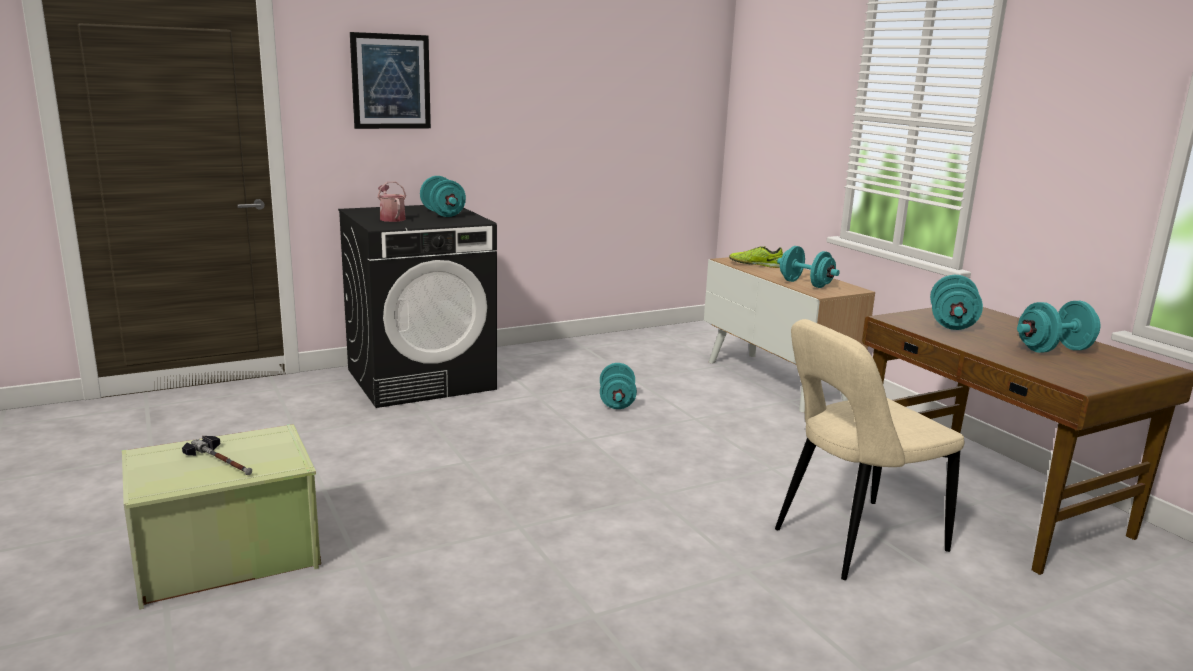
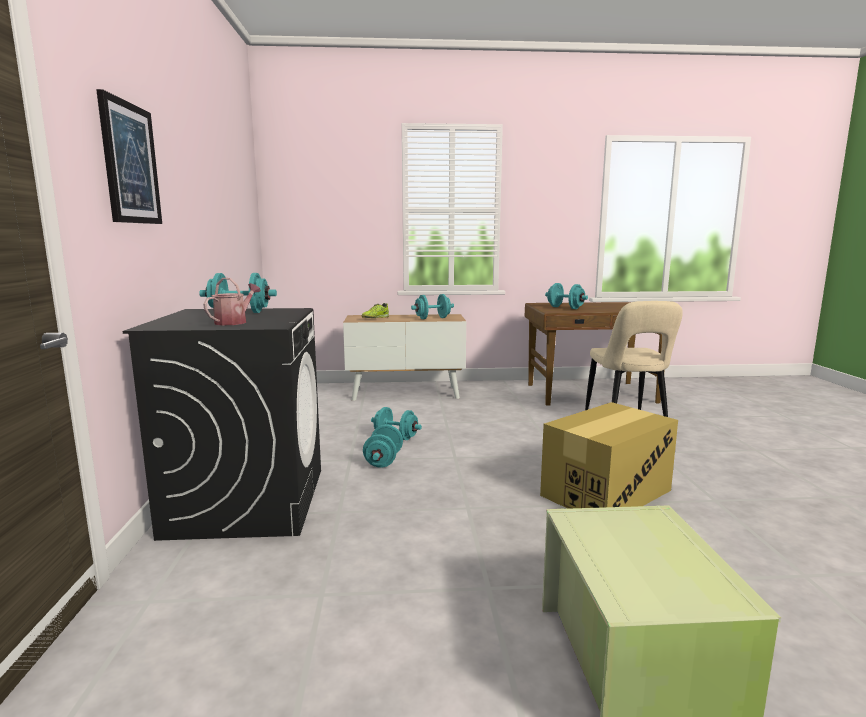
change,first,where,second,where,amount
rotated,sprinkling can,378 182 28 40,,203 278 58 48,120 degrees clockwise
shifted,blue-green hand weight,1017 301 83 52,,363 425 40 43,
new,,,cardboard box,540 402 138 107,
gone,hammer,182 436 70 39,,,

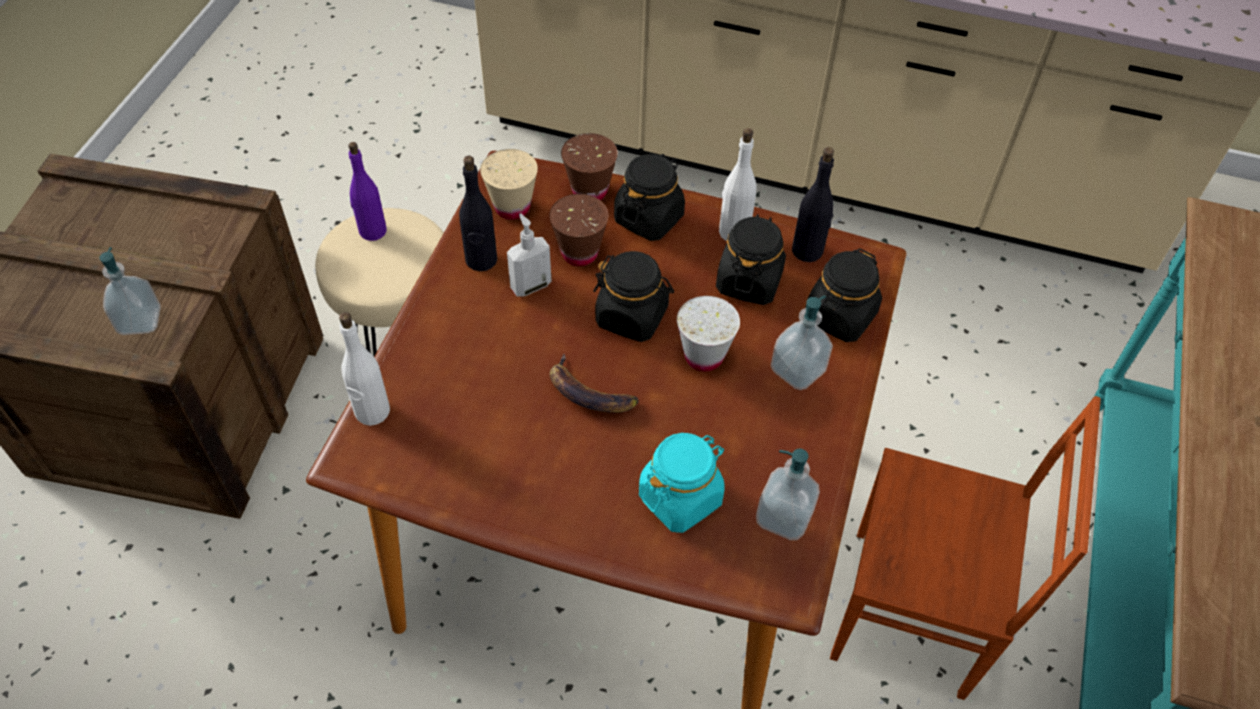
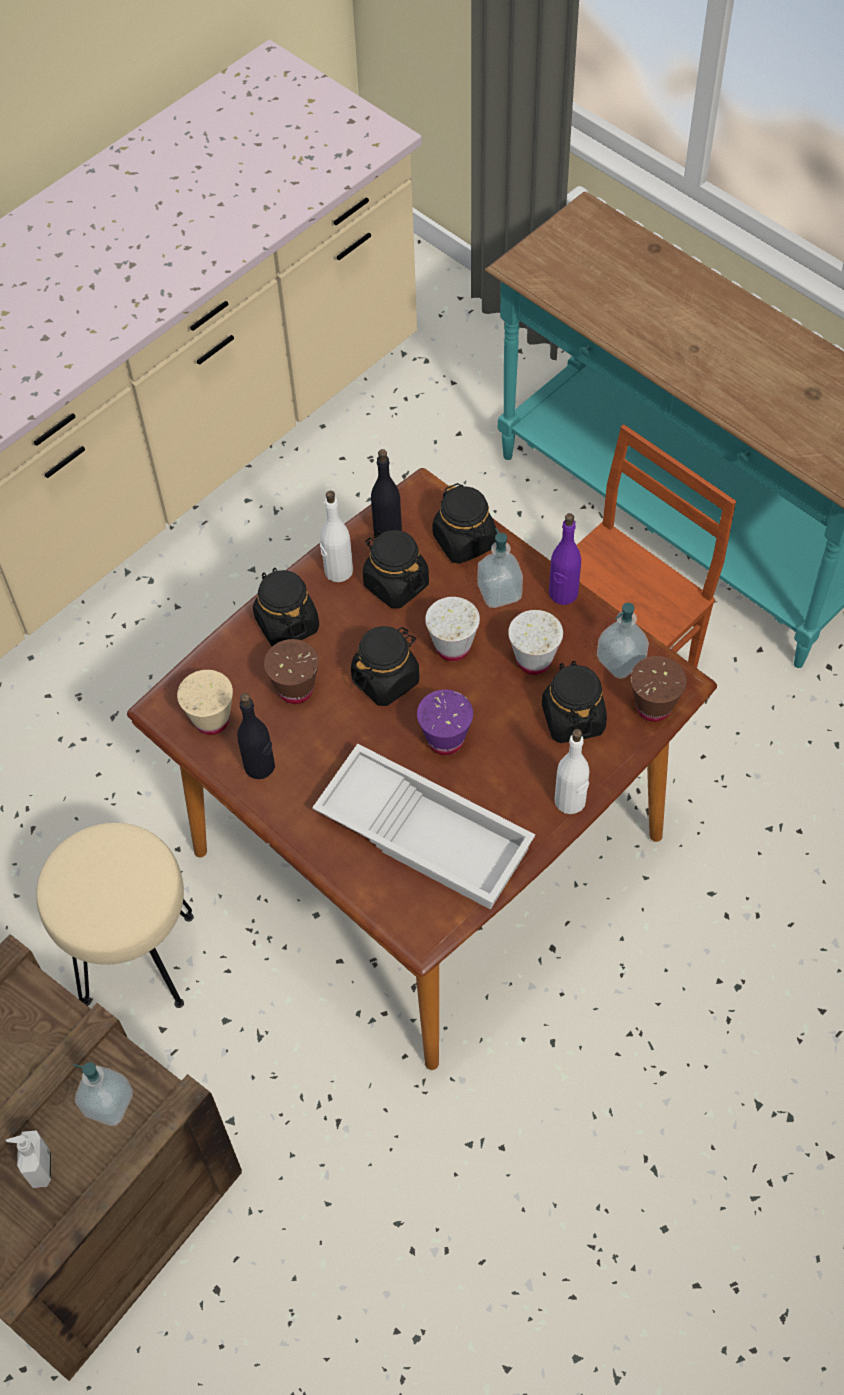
change,first,where,second,where,amount
shifted,liquid soap bottle,507 213 44 84,,6 1130 46 58,
new,,,white carrying tray,312 744 223 166,
swapped,banana,550 354 89 59,purple-coloured drinking cup,417 690 56 65,
new,,,white drinking cup,508 610 55 65,
repainted,blue-green jar,639 433 86 100,black-coloured jar,542 661 65 82,
shifted,purple-coloured bottle,348 142 38 99,,549 513 32 92,
shifted,white bottle,339 312 51 114,,554 729 35 85,
shifted,brown drinking cup,561 133 57 67,,631 656 56 66,

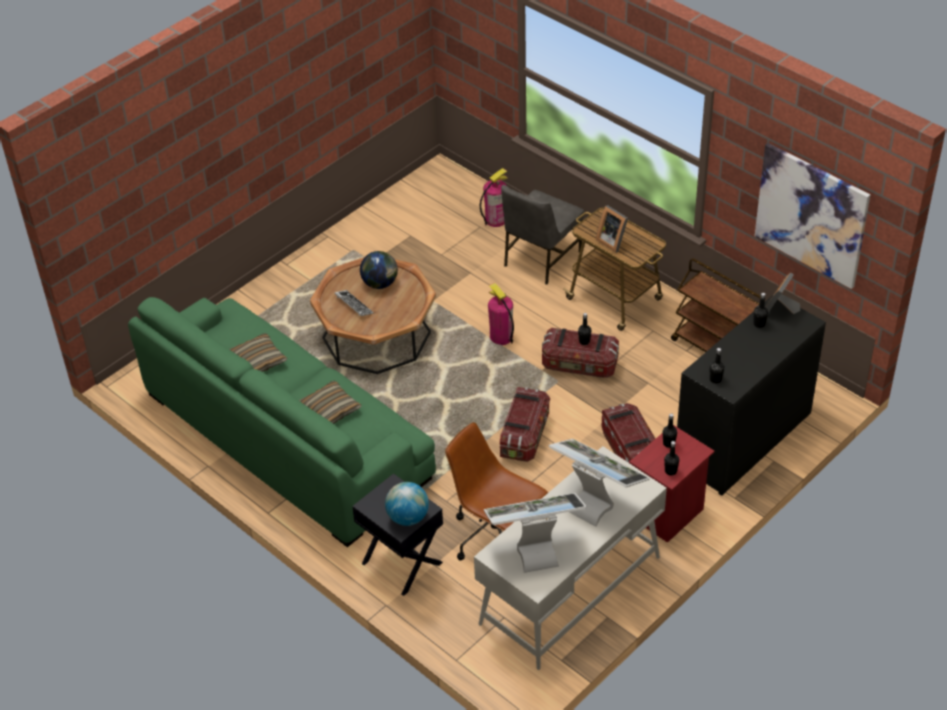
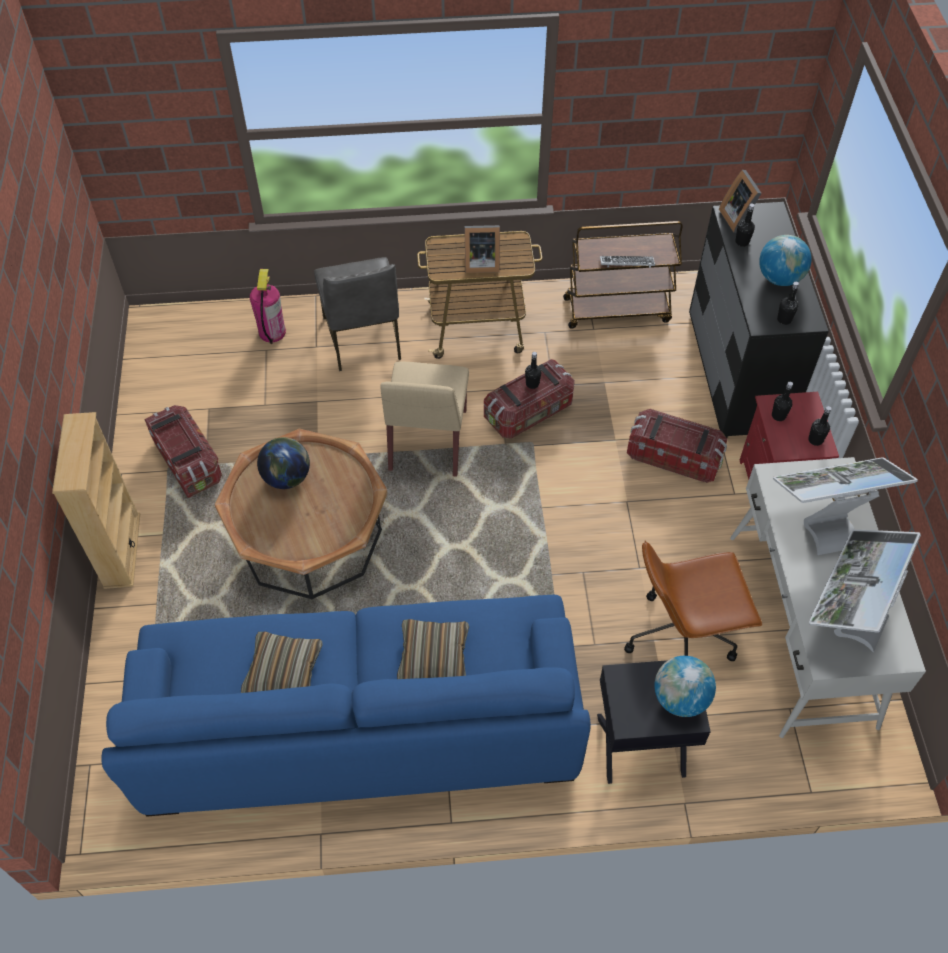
change,first,where,second,where,amount
new,,,beige shelving unit,52 412 88 177,
repainted,green settee,128 297 308 250,blue settee,102 595 489 222,
shifted,storage bin,500 387 50 75,,145 405 77 93,
swapped,fire-fighting cylinder,488 283 26 62,beige chair,380 361 89 116,
shifted,PC keyboard,334 290 40 26,,600 256 55 12,
new,,,desk globe,759 235 53 51,
gone,wall picture,755 143 115 146,,,

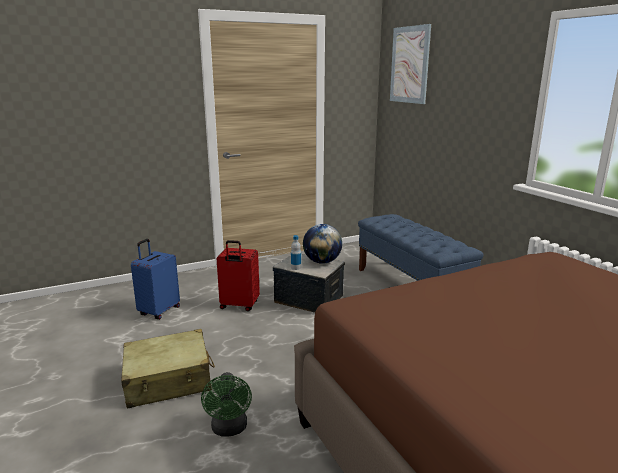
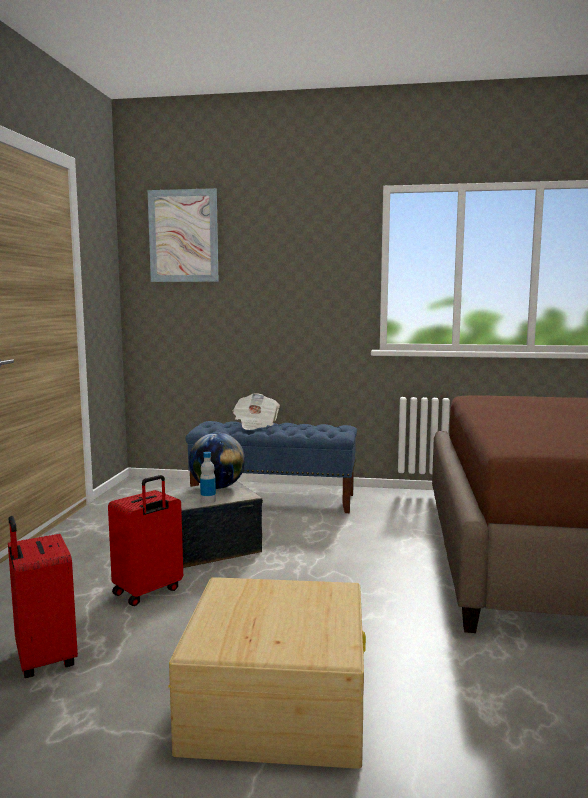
change,first,where,second,where,amount
repainted,blue suitcase,131 239 49 80,red-coloured suitcase,8 516 70 162,
swapped,beige suitcase,121 329 94 80,beige storage bin,168 577 198 192,
new,,,newspaper,233 393 47 37,
gone,green cooling fan,201 372 51 65,,,

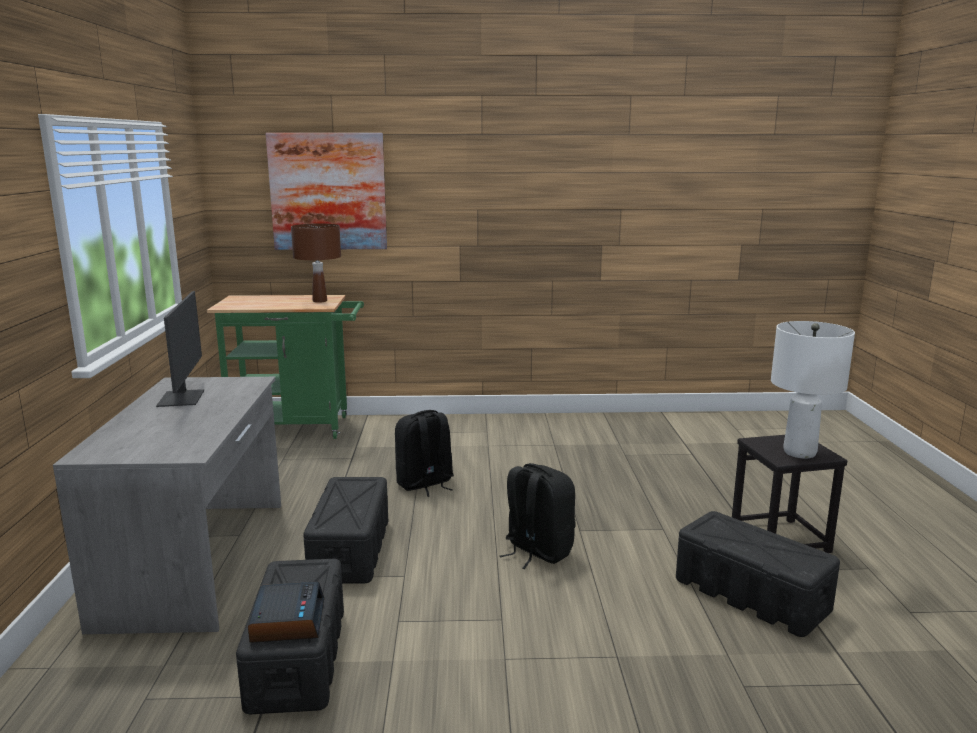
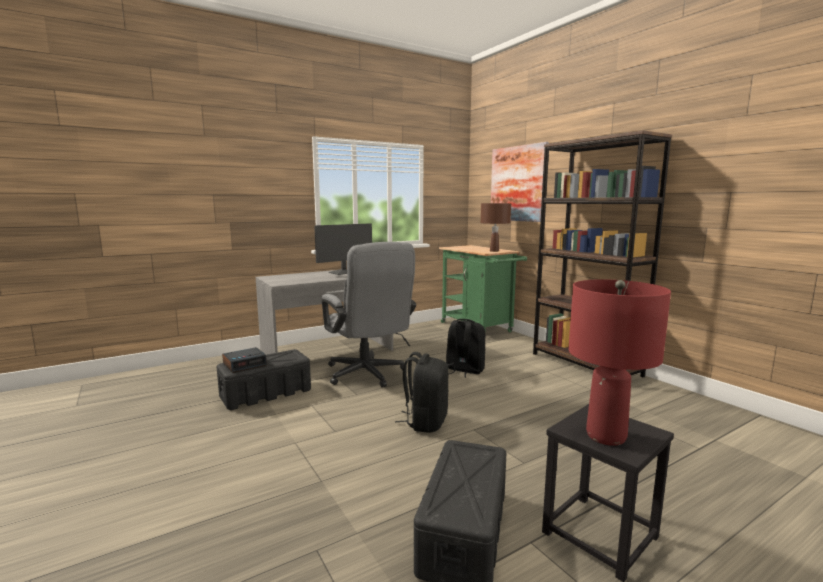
change,first,where,second,where,amount
swapped,black-coloured storage bin,303 477 85 106,grey office chair,322 242 94 146,
new,,,brown shelving unit,533 130 139 247,
repainted,white tabletop lamp,771 321 84 137,red-coloured tabletop lamp,568 279 103 167,

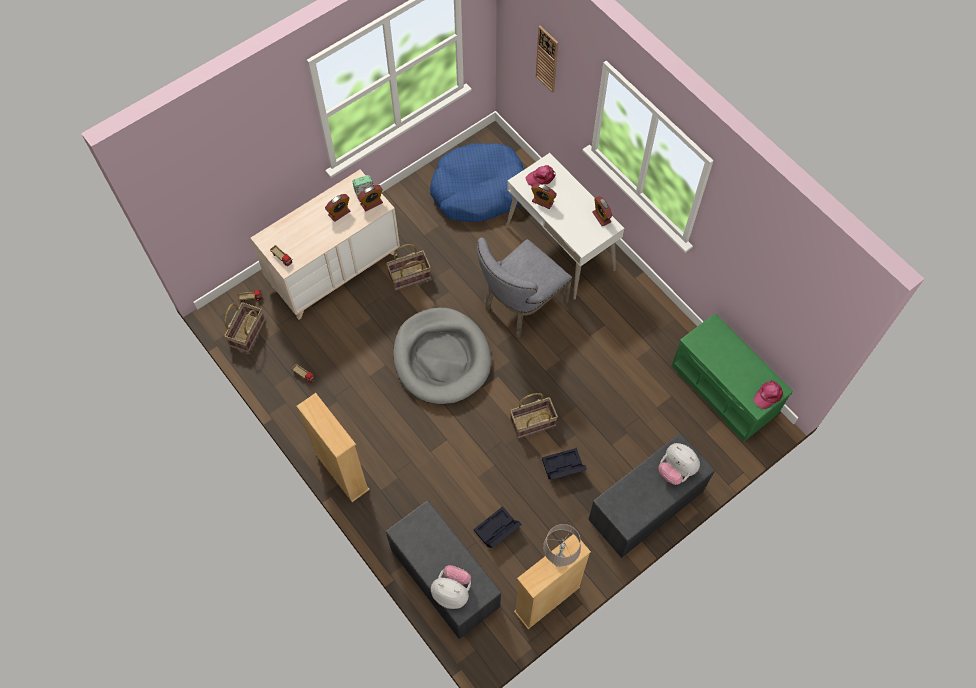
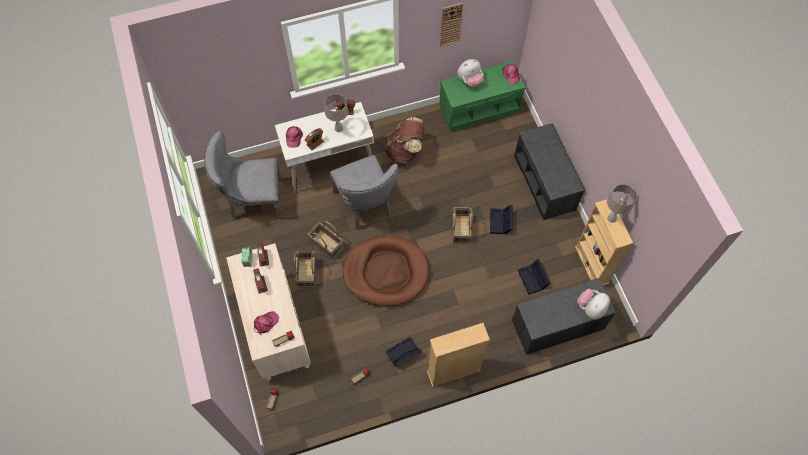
change,first,where,second,where,amount
swapped,blue pet bed,430 143 94 79,grey chair,204 131 79 89,
new,,,pink peaked cap,254 311 25 24,
shifted,household basket,224 302 41 51,,308 221 36 38,
new,,,beige tabletop lamp,325 94 24 38,
repainted,grey pet bed,393 308 98 96,brown pet bed,343 236 86 71,
new,,,brown knapsack,384 117 40 47,
new,,,black-coloured storage bin,386 336 36 31,
shifted,clock on the wall,536 26 22 67,,440 2 23 45,
shifted,plush toy,659 443 41 42,,457 59 27 28,

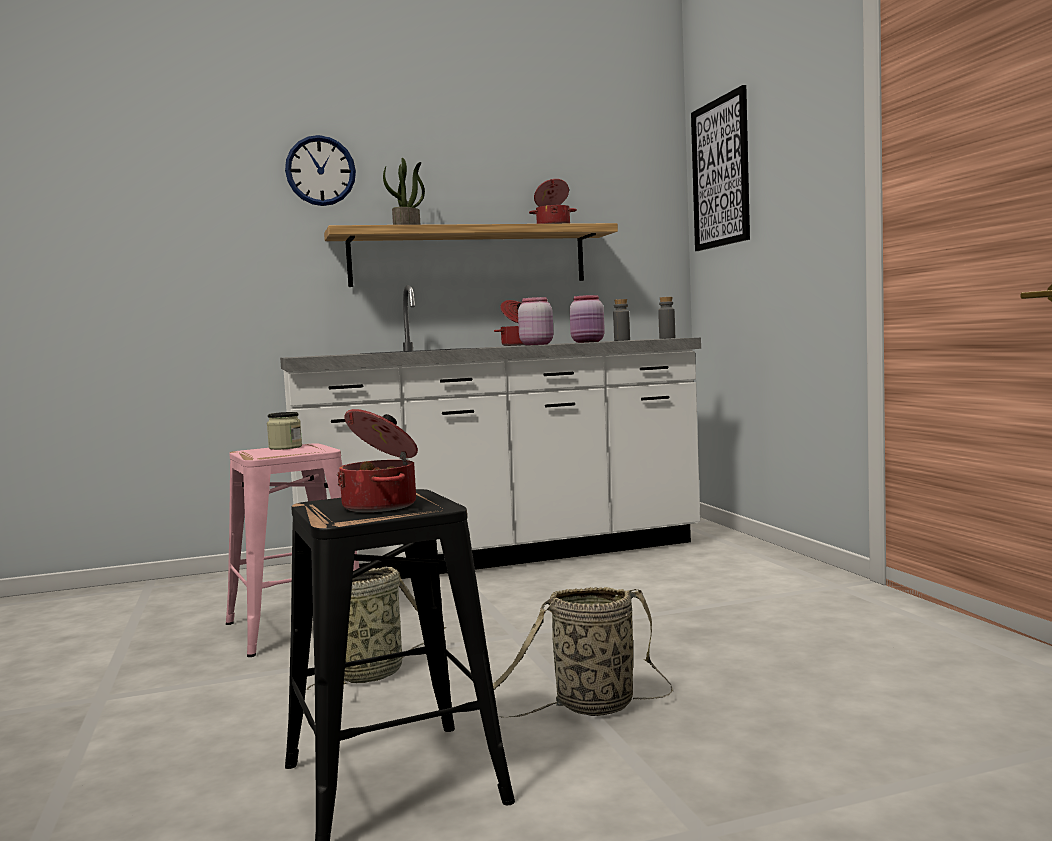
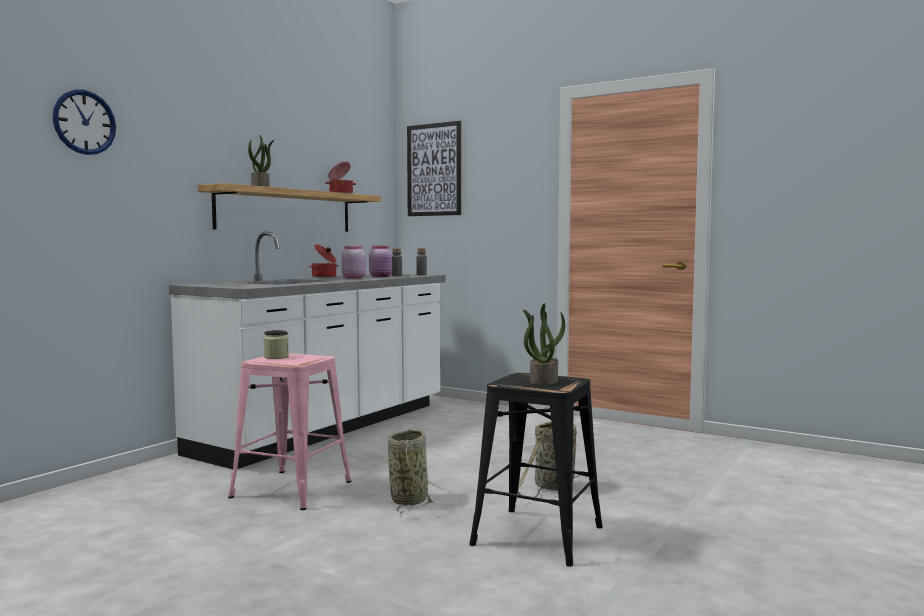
change,first,where,second,where,amount
shifted,clock on the wall,285 135 71 71,,52 90 64 65,
swapped,cooking pot,337 409 81 103,plant in a pot,523 303 42 82,

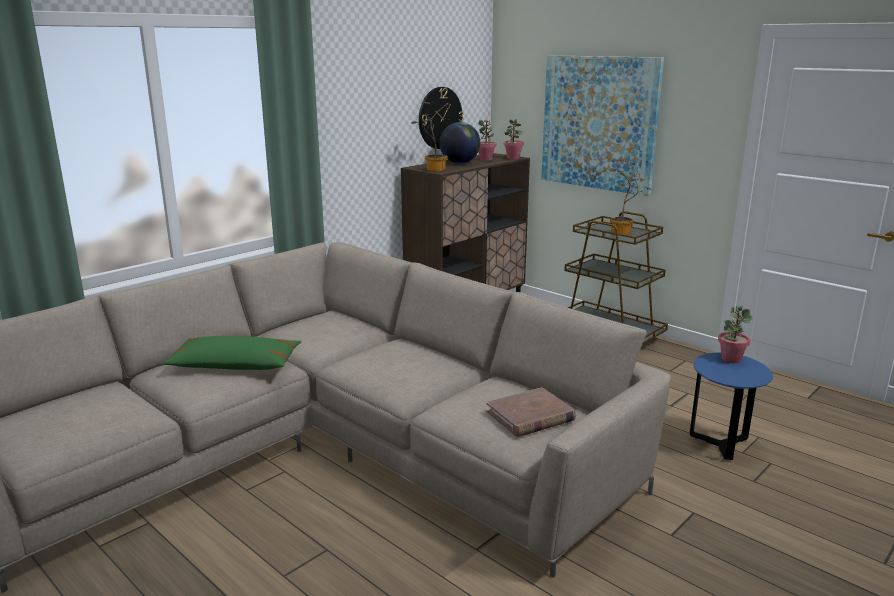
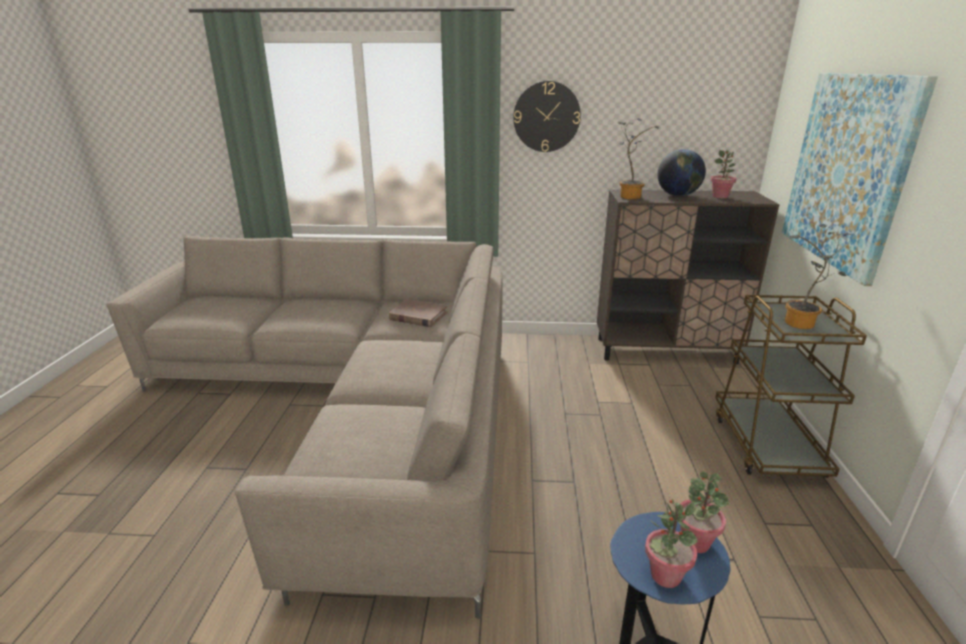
change,first,where,second,where,amount
shifted,brown volume,487 387 89 50,,389 299 58 28,
shifted,clock on the wall,419 87 45 62,,513 81 68 71,
shifted,plant in a pot,504 119 20 40,,645 499 53 89,
gone,green cushion,162 336 139 34,,,

